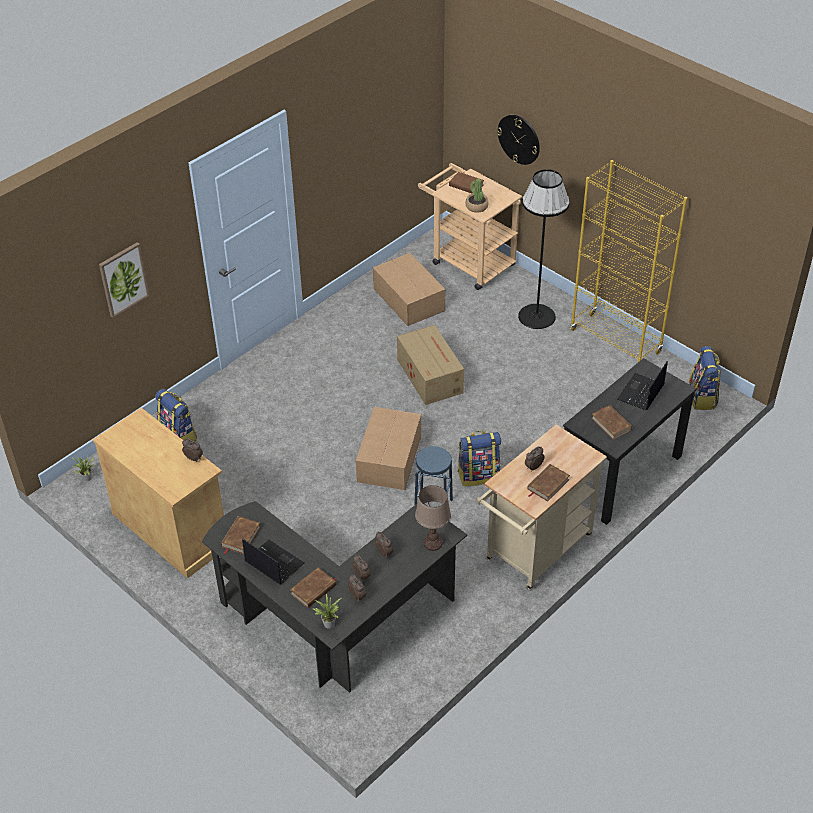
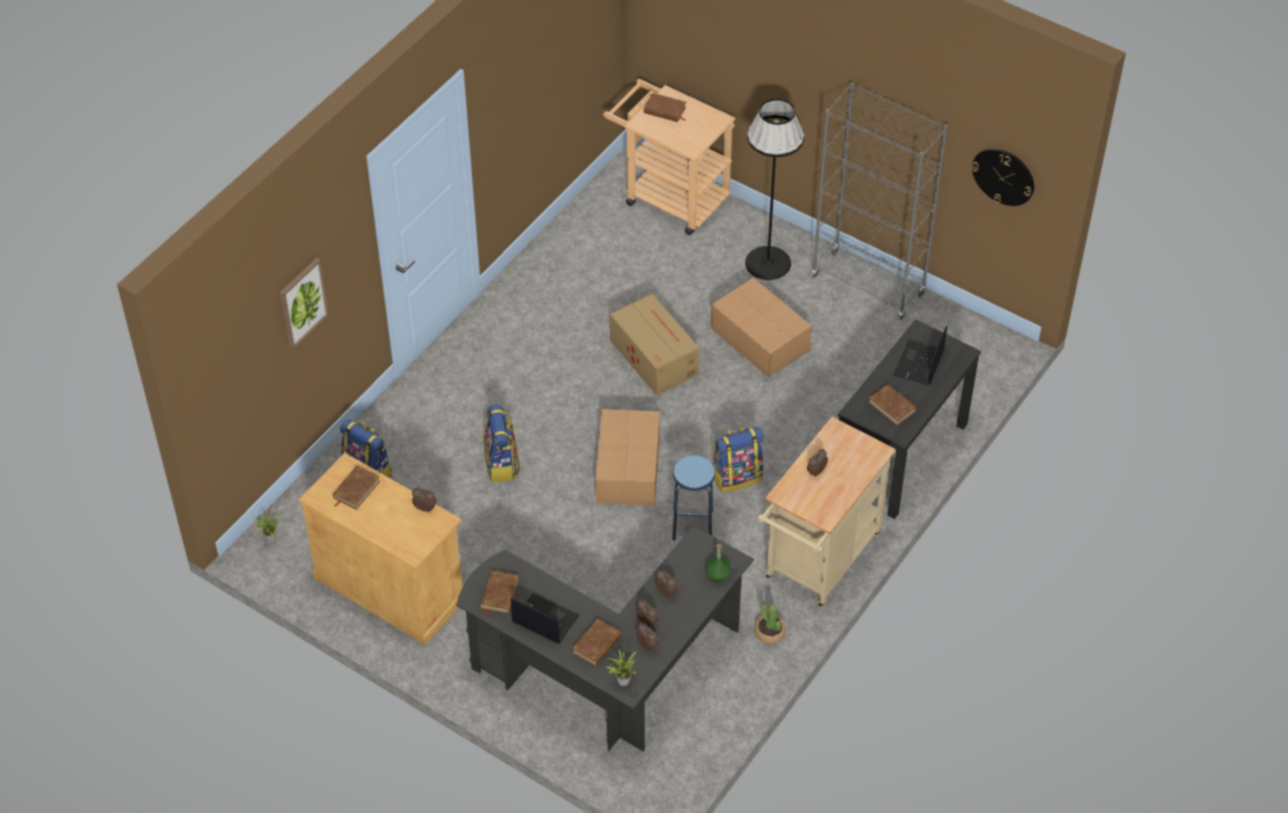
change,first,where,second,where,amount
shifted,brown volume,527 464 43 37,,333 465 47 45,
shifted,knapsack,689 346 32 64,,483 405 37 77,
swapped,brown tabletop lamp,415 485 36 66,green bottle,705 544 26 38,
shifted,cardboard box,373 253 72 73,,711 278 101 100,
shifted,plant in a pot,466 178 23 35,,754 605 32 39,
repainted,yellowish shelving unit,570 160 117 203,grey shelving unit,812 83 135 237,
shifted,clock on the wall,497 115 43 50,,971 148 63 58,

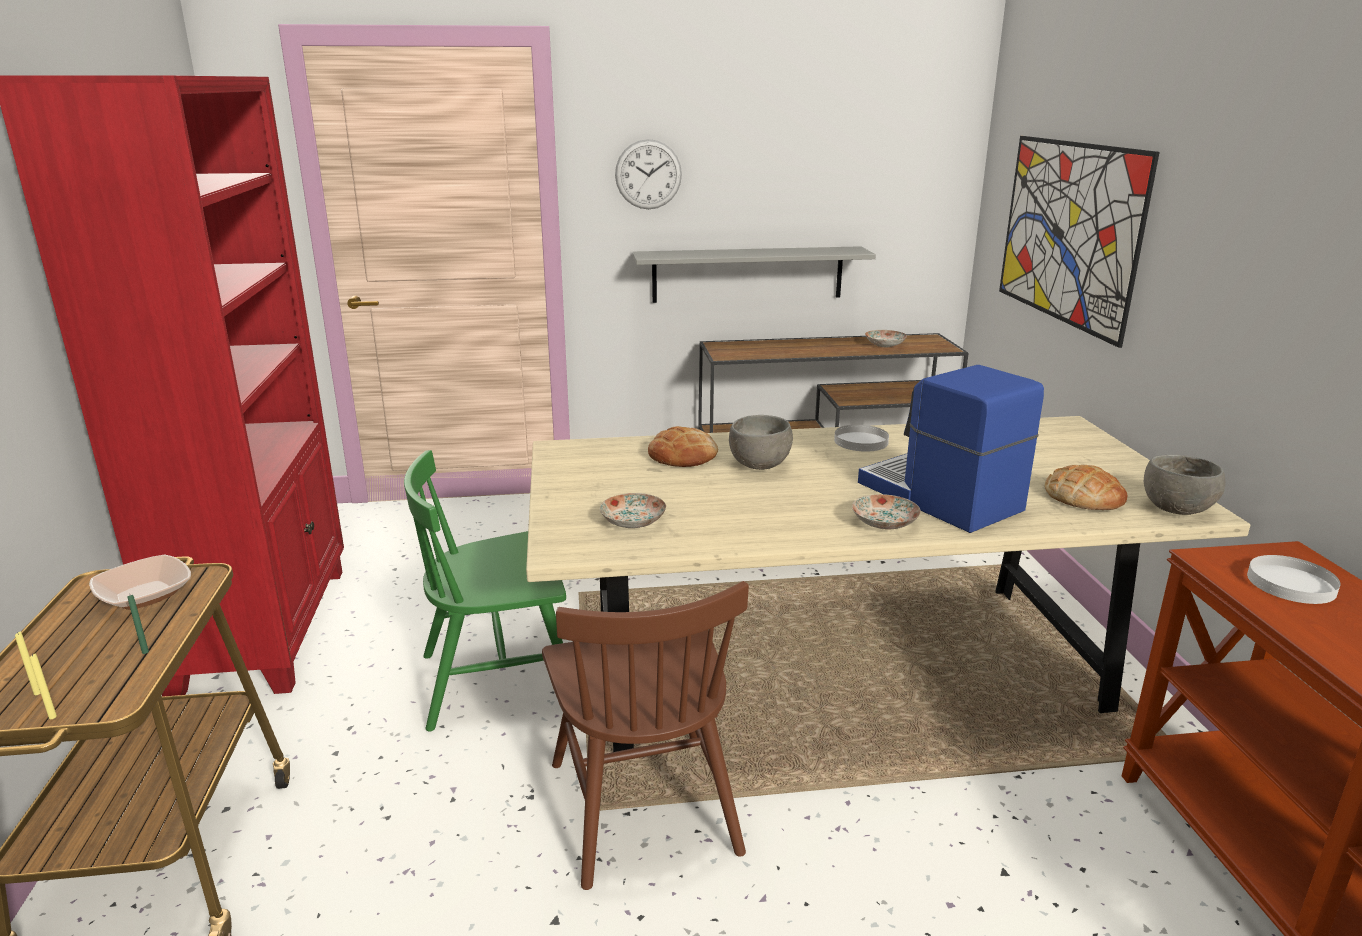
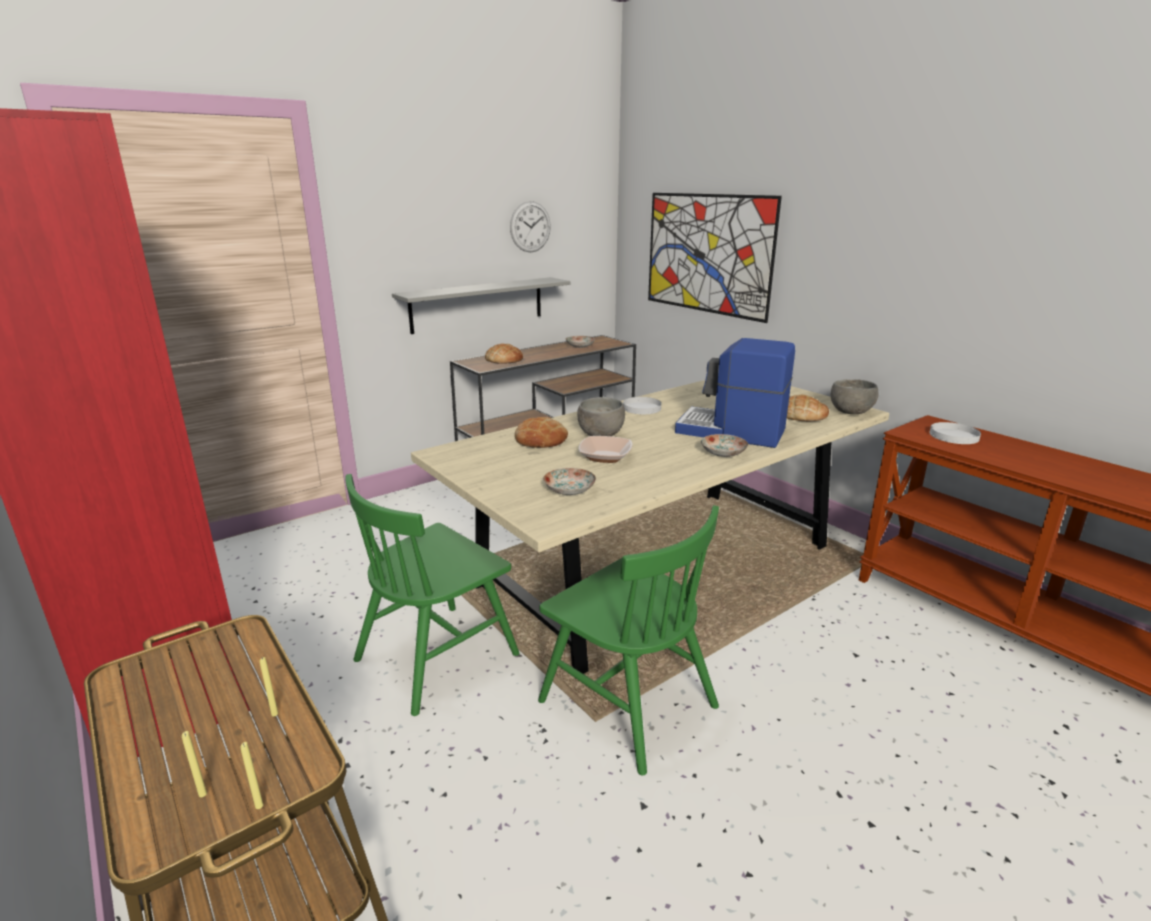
change,first,where,second,where,amount
repainted,green candle,127 595 22 59,yellowish candle,260 657 18 59,
new,,,bakery bread,485 344 38 20,
shifted,clock on the wall,615 139 67 70,,510 201 41 51,
repainted,brown chair,542 581 207 309,green chair,538 505 181 270,
shifted,bowl,89 555 102 55,,578 436 55 27,

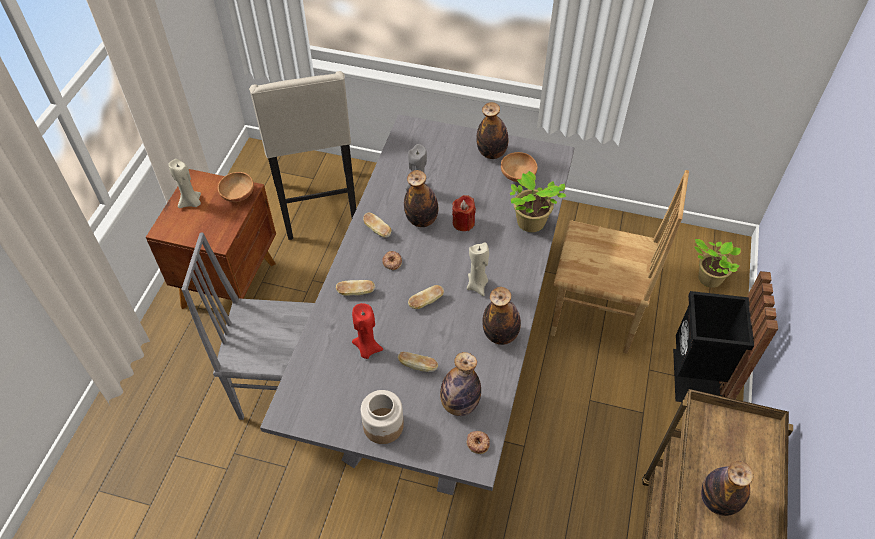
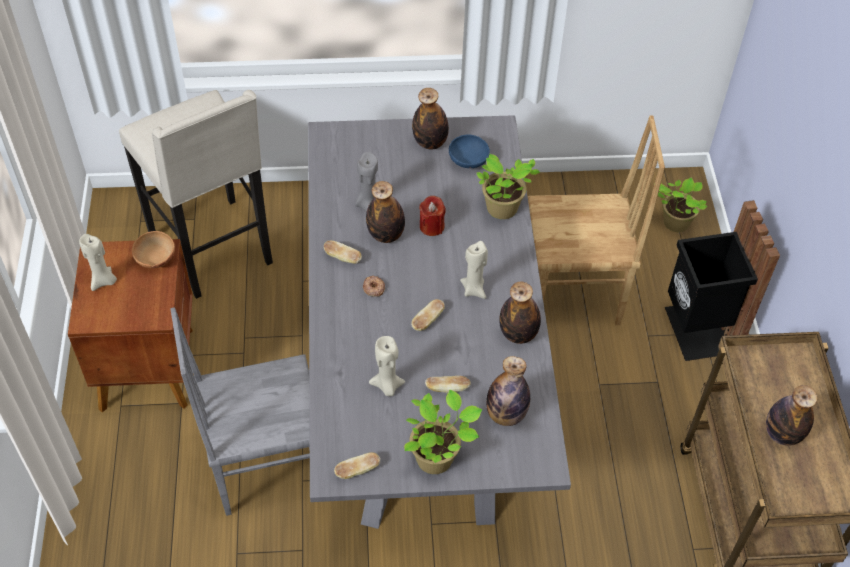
change,first,where,second,where,amount
shifted,bakery bread,336 280 39 16,,334 452 46 27,
repainted,red-coloured candle,352 303 31 56,beige candle,369 336 36 60,
swapped,jar,361 390 43 54,plant in a pot,404 390 78 84,
repainted,brown bowl,501 152 37 30,blue bowl,449 134 41 34,
gone,ring doughnut,467 431 23 23,,,

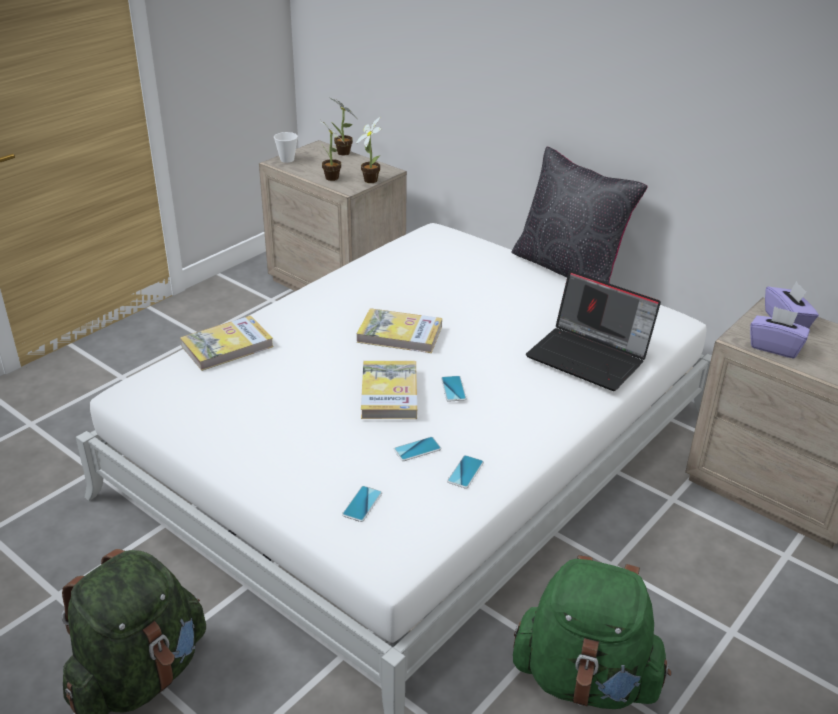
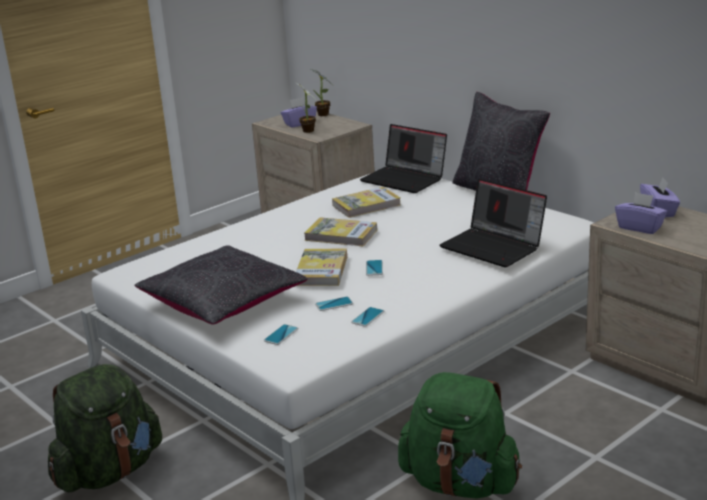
change,first,where,second,where,amount
new,,,black-coloured cushion,134 245 174 79,
new,,,purple-coloured tissue box,281 97 36 31,
shifted,volume,180 316 94 55,,332 187 69 31,
new,,,portable computer,360 124 87 69,
gone,drinking cup,274 132 24 31,,,
gone,plant in a pot,356 117 25 66,,,

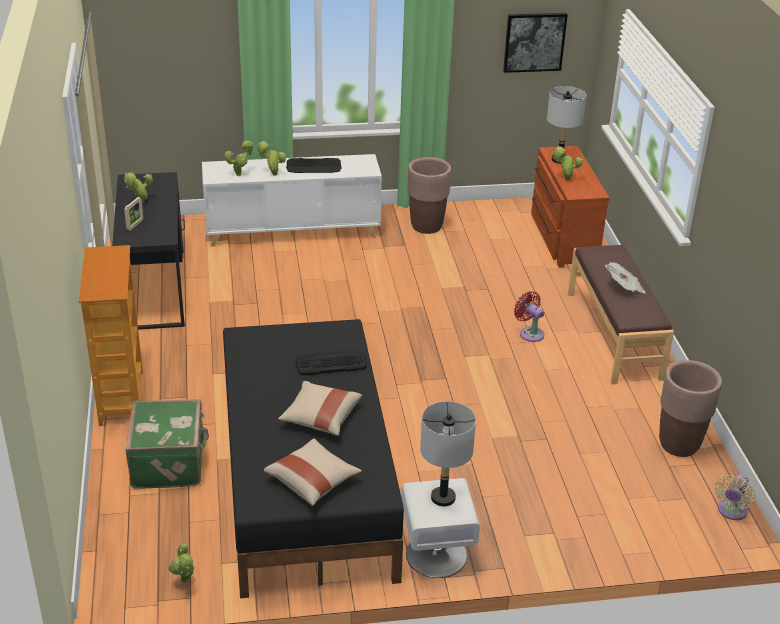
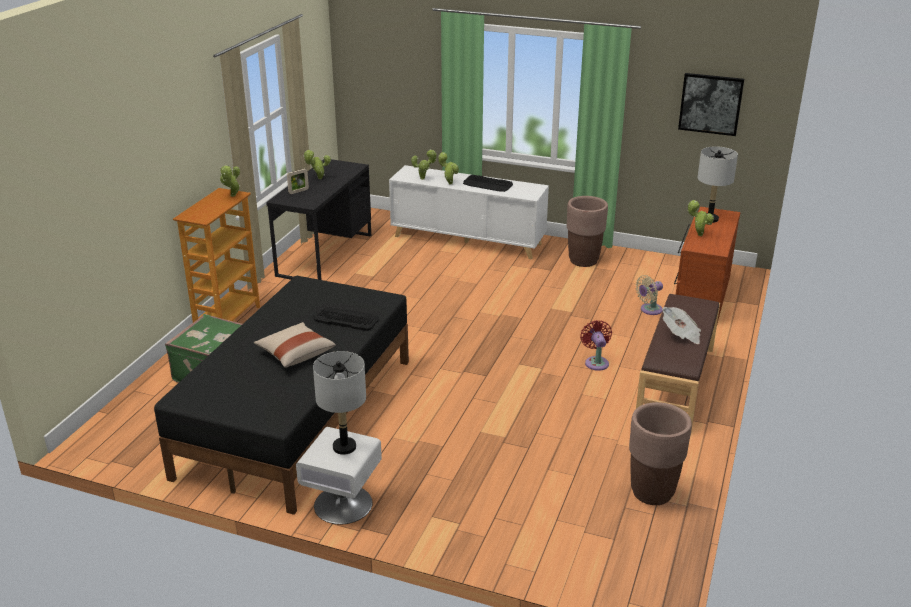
change,first,where,second,where,amount
shifted,plant in a pot,169 542 26 41,,220 165 20 32,
shifted,beige cooling fan,715 474 40 46,,635 275 28 40,
gone,beige cushion,264 438 98 68,,,

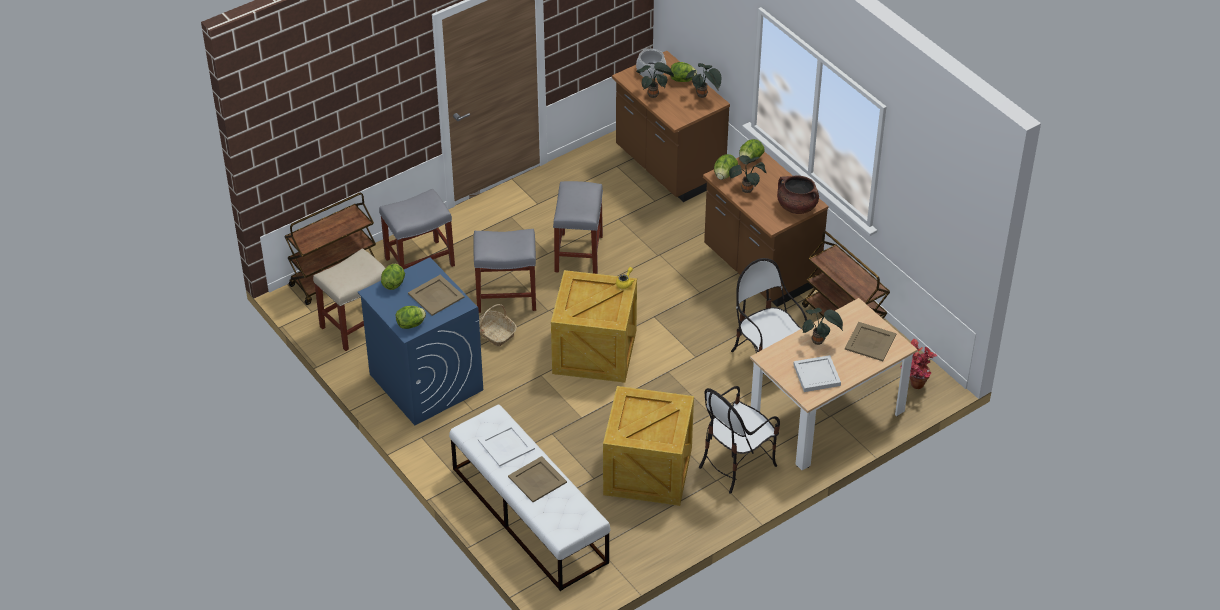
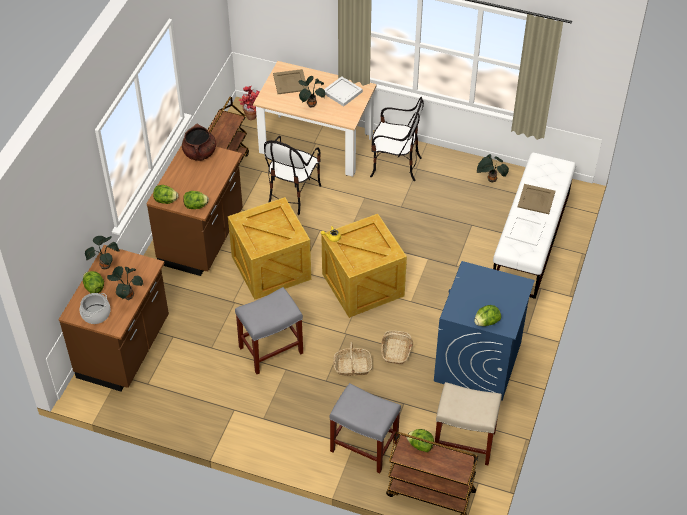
change,first,where,second,where,amount
shifted,shipping crate,603 386 91 120,,228 197 83 102,
swapped,grey sitting stool,474 229 62 84,household basket,333 342 39 34,
shifted,lettuce,396 306 30 23,,406 429 28 23,
shifted,plant in a pot,729 155 37 38,,477 154 32 28,
gone,beige carrying tray,408 275 57 41,,,

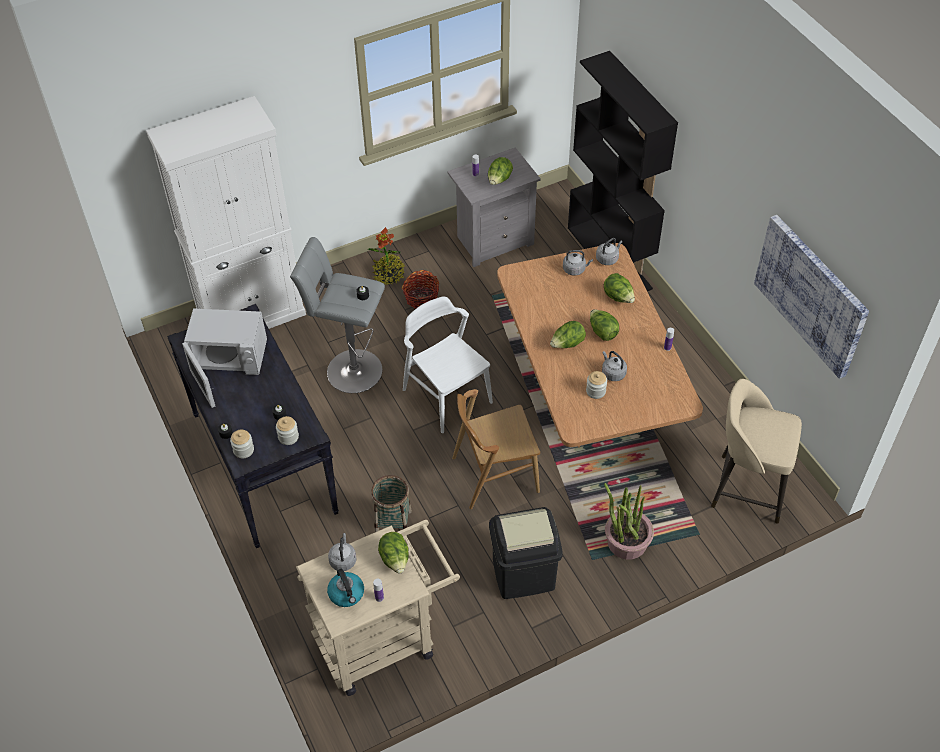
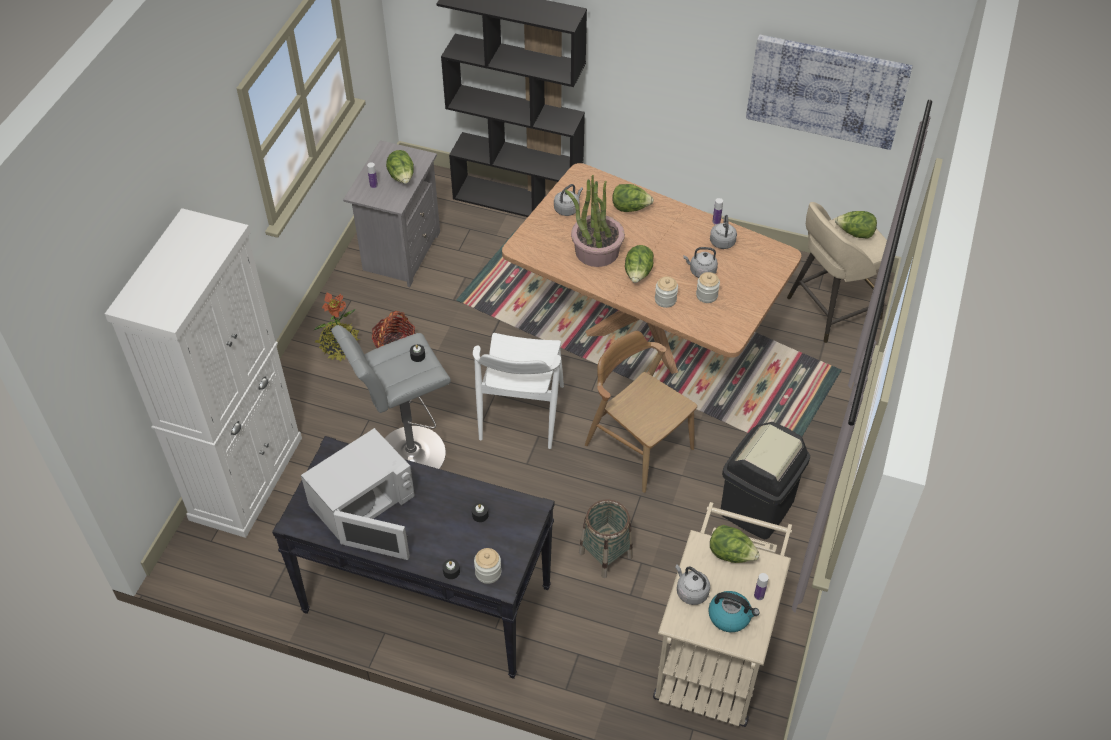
change,first,where,second,where,amount
rotated,white chair,403 296 90 137,,473 333 91 116,90 degrees counterclockwise
shifted,plant in a pot,604 483 50 77,,565 175 60 92,
rotated,brown chair,452 389 88 120,,585 331 112 162,105 degrees clockwise
shifted,jar,276 416 23 29,,655 277 23 31,
shifted,grey water kettle,596 238 26 27,,710 215 27 34,
shifted,lettuce,590 309 29 32,,835 211 42 28,

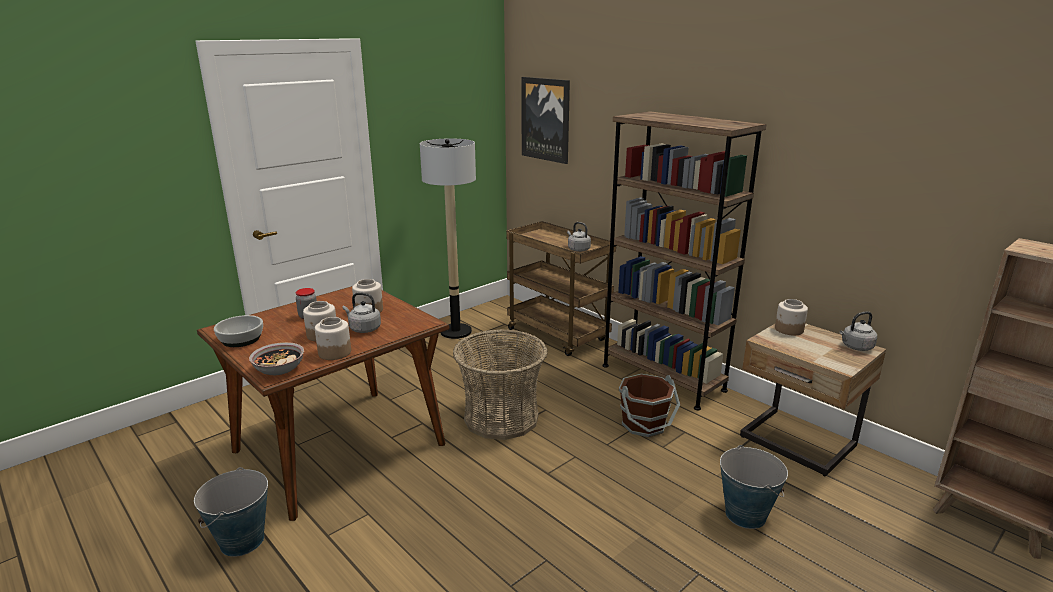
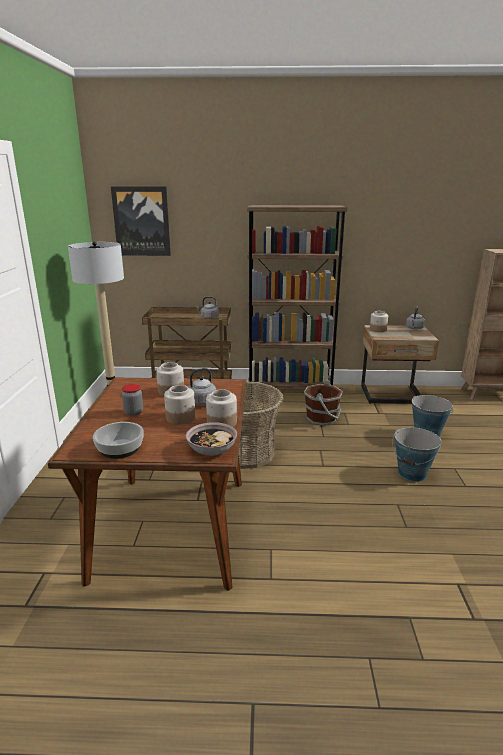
change,first,where,second,where,amount
shifted,water bucket,194 467 74 90,,392 427 50 55,

